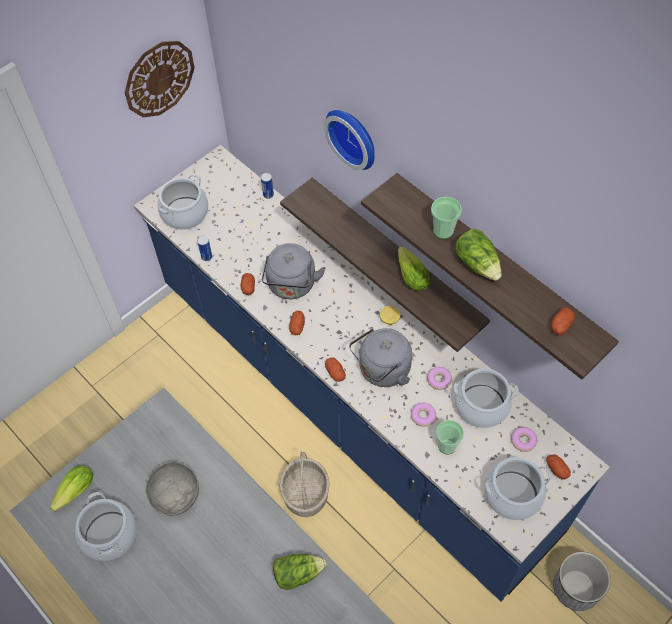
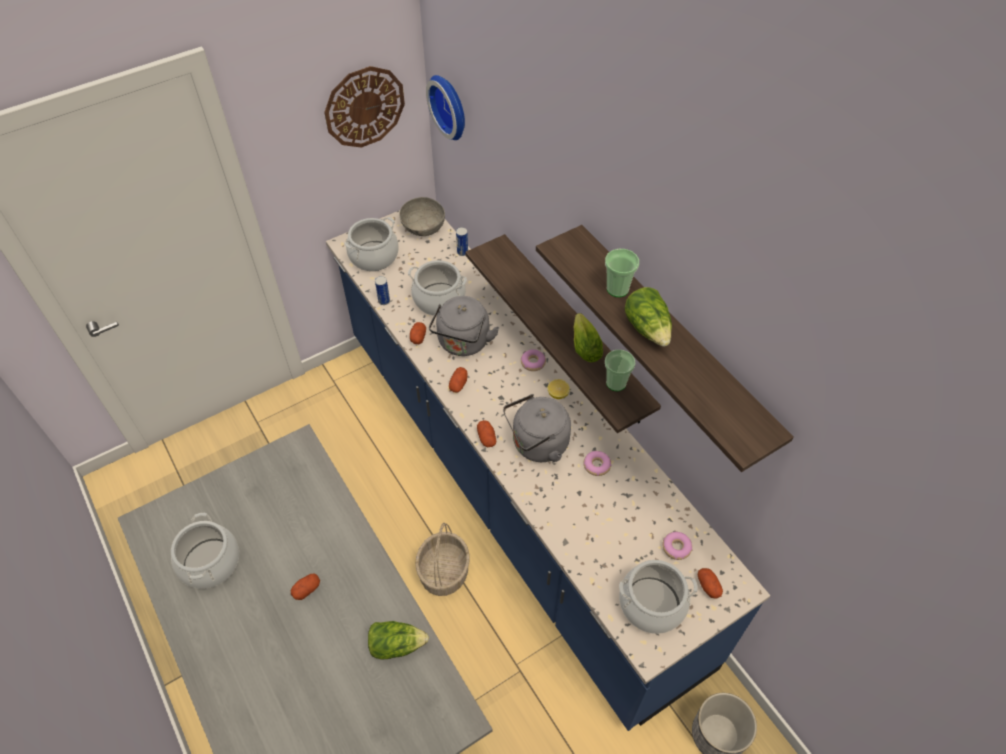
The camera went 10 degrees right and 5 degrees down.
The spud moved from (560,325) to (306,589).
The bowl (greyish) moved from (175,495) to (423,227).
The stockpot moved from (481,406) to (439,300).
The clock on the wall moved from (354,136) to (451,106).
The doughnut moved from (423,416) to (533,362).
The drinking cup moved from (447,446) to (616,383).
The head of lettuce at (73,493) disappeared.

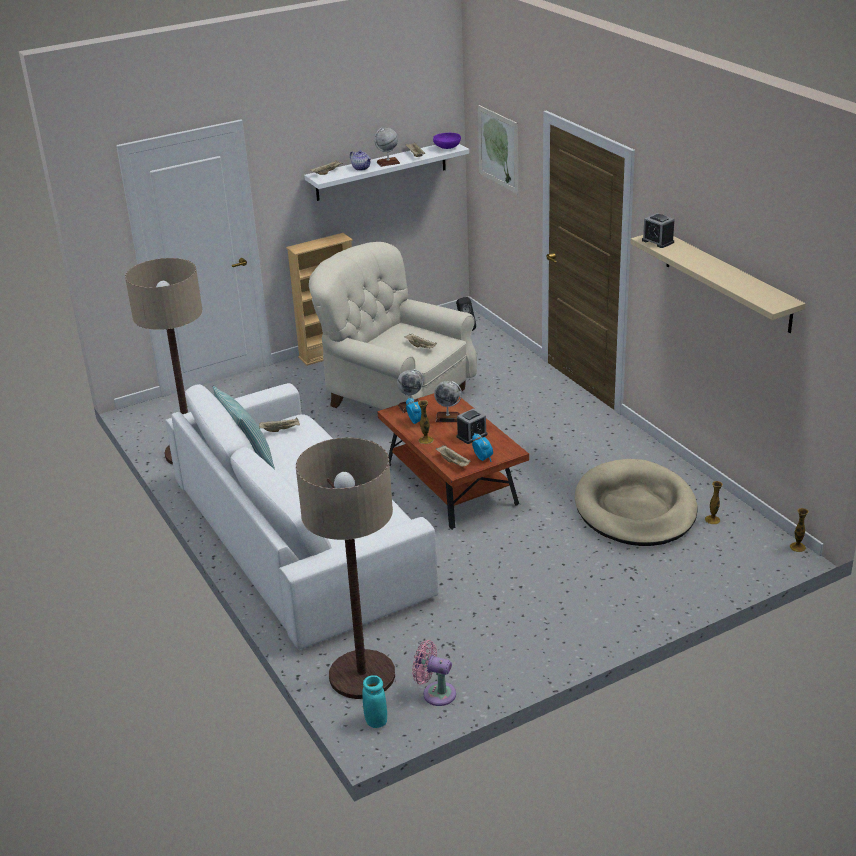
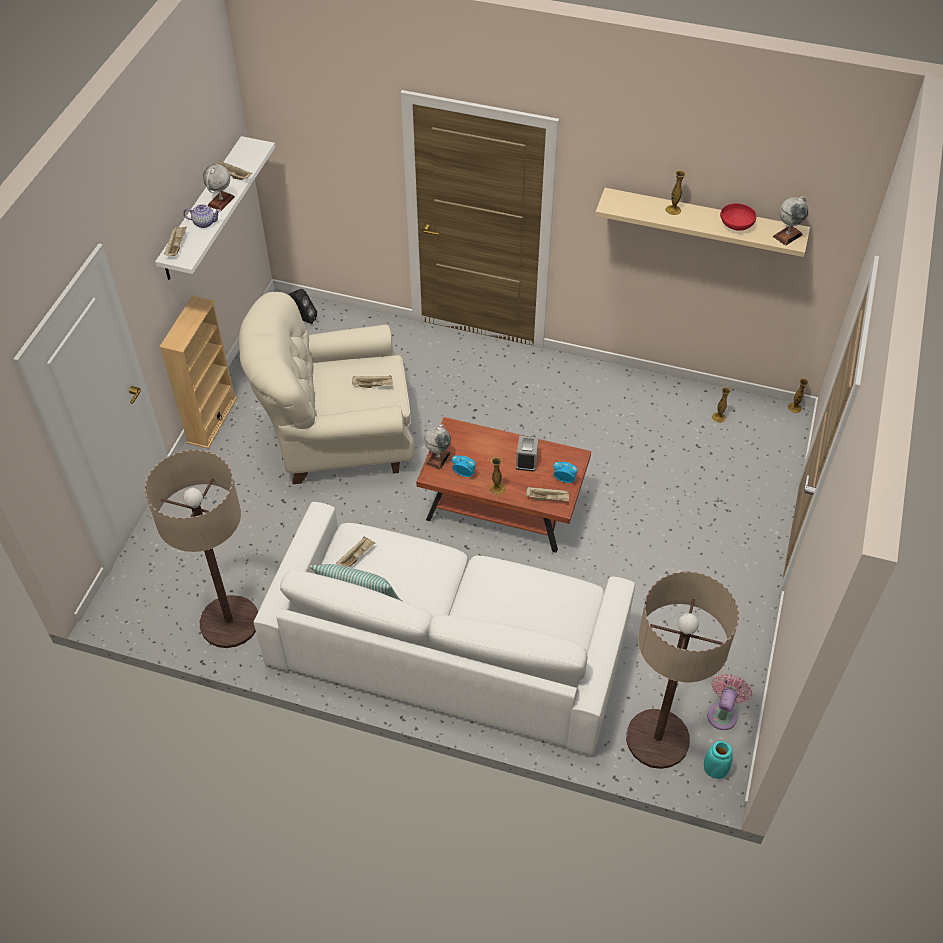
The camera went 45 degrees left and 20 degrees up.
The vase at (673,210) appeared.
The electric fan (pinkish) at (436,693) turned 135 degrees clockwise.
The bowl (red-coloured) at (735,225) appeared.
The desk globe moved from (448,417) to (787,235).
The bowl (purple-coloured) at (447,148) disappeared.
The picture at (498,149) disappeared.
The dog bed (sand-coloured) at (635,509) disappeared.
The alarm clock at (658,241) disappeared.

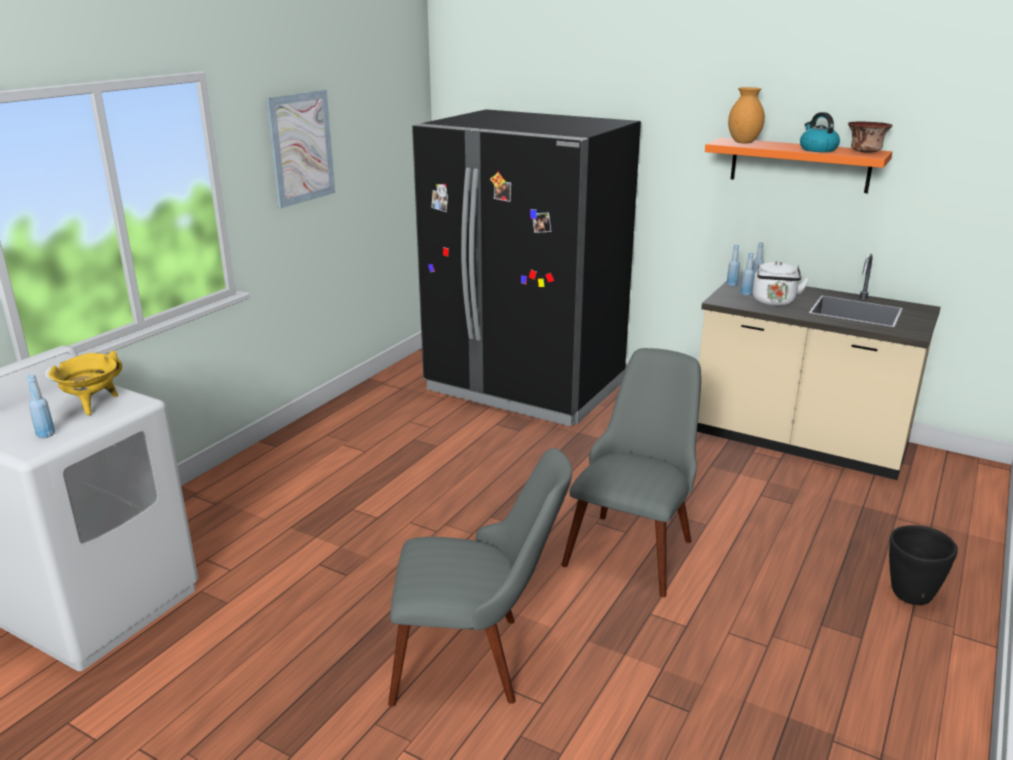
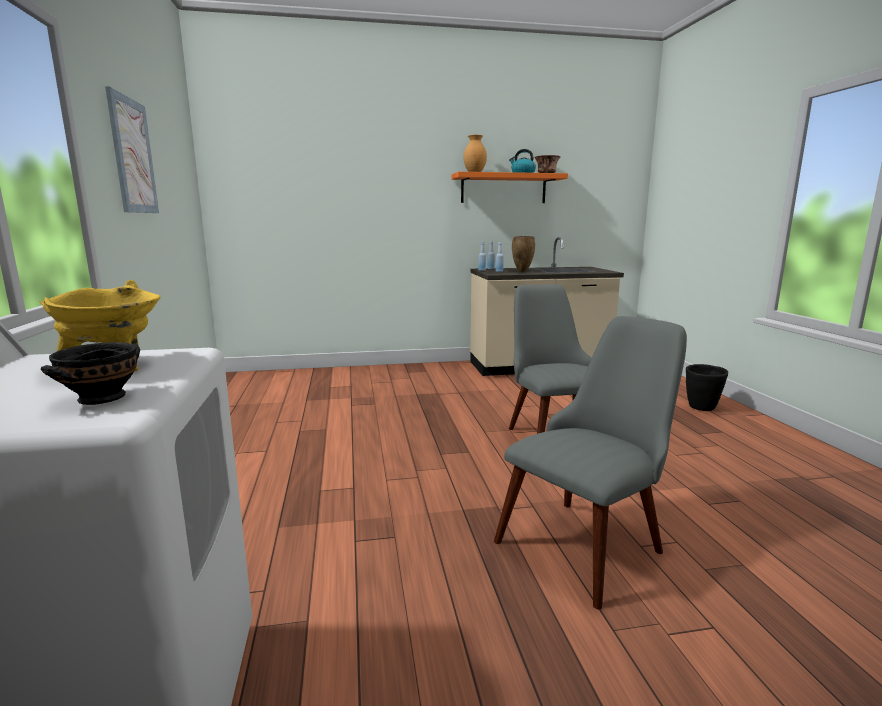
The camera went 40 degrees left and 10 degrees down.
The bottle (bluish) at (46,435) was replaced by the bowl (black) at (99,398).
The kettle (white-coloured) at (774,302) was replaced by the vase (brown) at (522,272).
The kitchen fridge (black) at (525,387) disappeared.

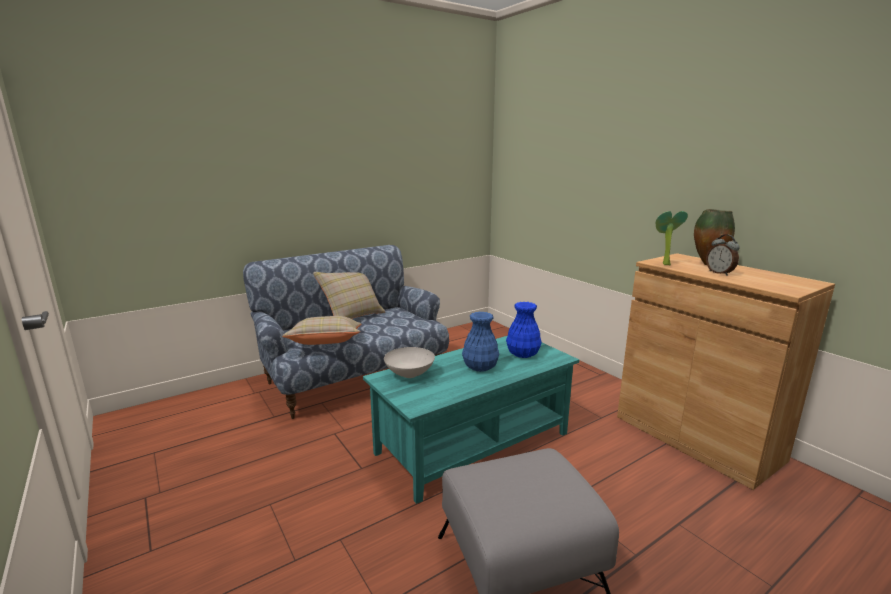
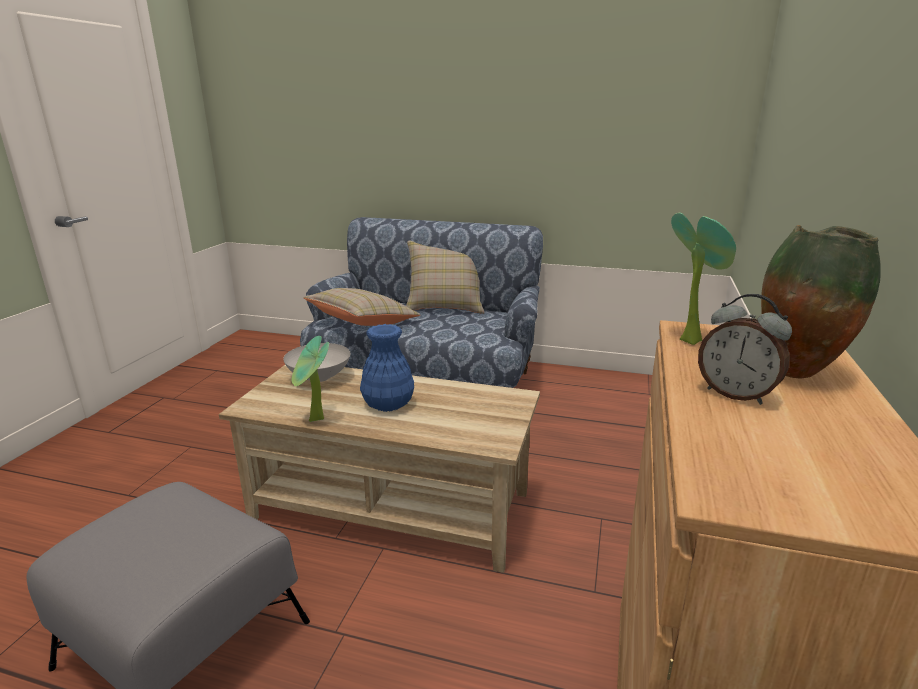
The camera went 50 degrees right and 5 degrees up.
The lounge table (blue-green) at (473,443) became the lounge table (sand-coloured) at (392,505).
The plant in a pot at (315,421) appeared.
The alarm clock at (720,273) turned 75 degrees counterclockwise.
The vase (bluish) at (523,354) disappeared.

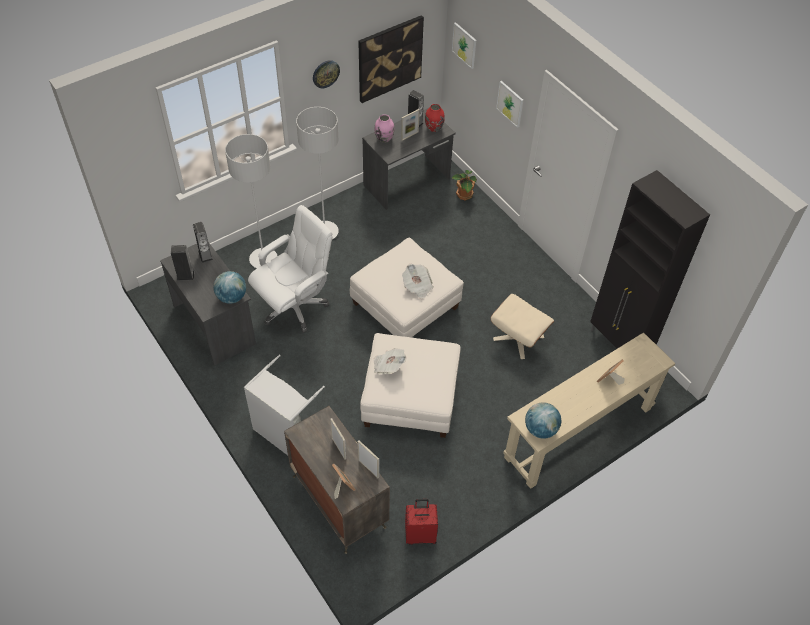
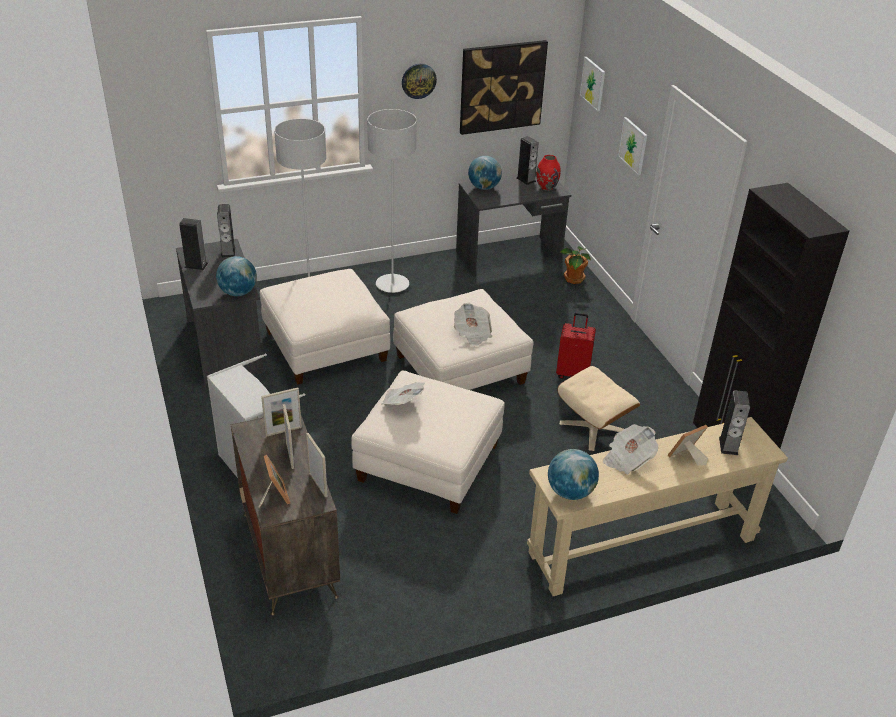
The camera went 15 degrees right and 15 degrees down.
The office chair (white-coloured) at (295,306) was replaced by the ottoman (white-coloured) at (326,346).
The picture frame moved from (409,136) to (283,431).
The vase (pinkish) at (384,139) was replaced by the desk globe at (484,187).
The suitcase (red-coloured) moved from (420,534) to (573,373).
The daily paper at (627,459) appeared.
The speaker at (728,446) appeared.

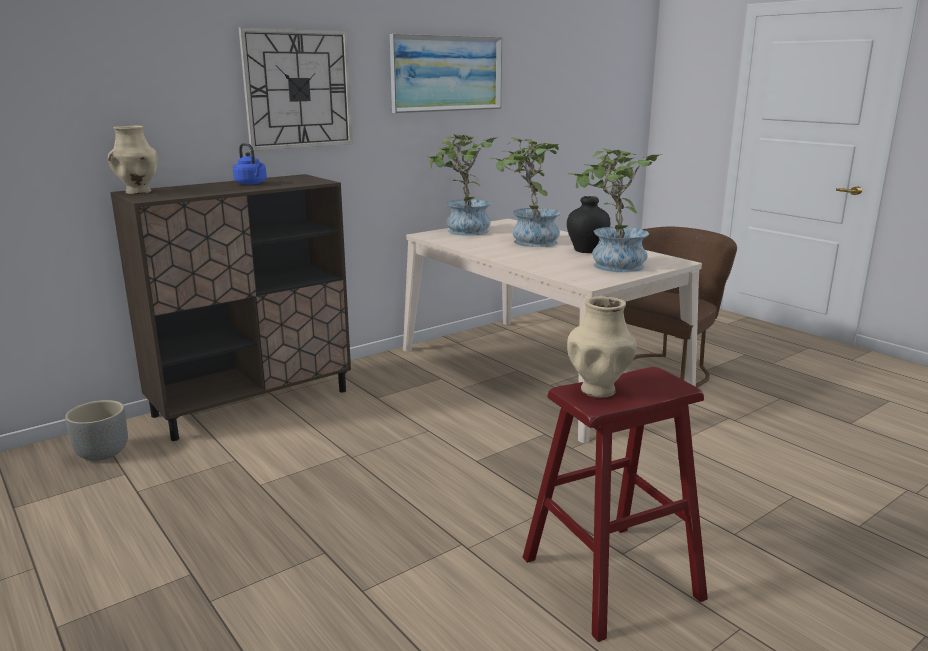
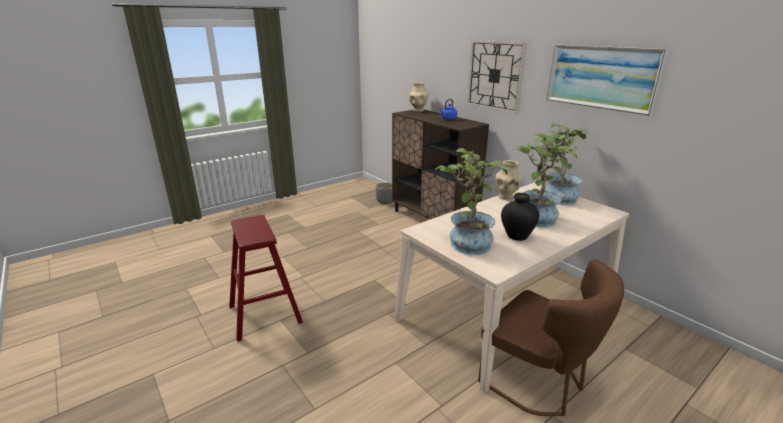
The camera went 90 degrees right and 5 degrees up.
The vase (sand-coloured) moved from (598,390) to (506,197).

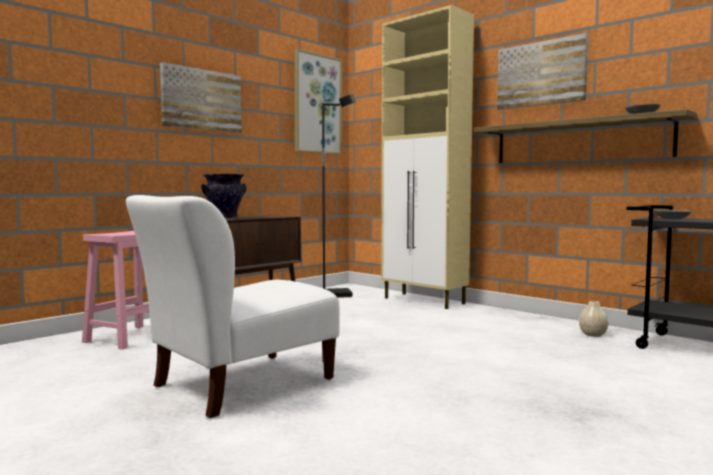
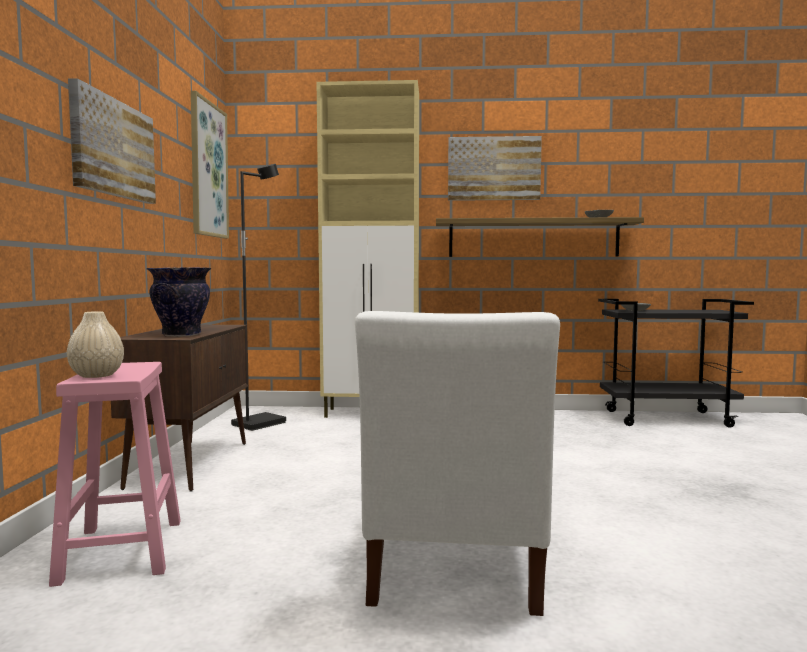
The camera went 40 degrees left and 0 degrees up.
The vase (sand-coloured) moved from (593,335) to (97,375).

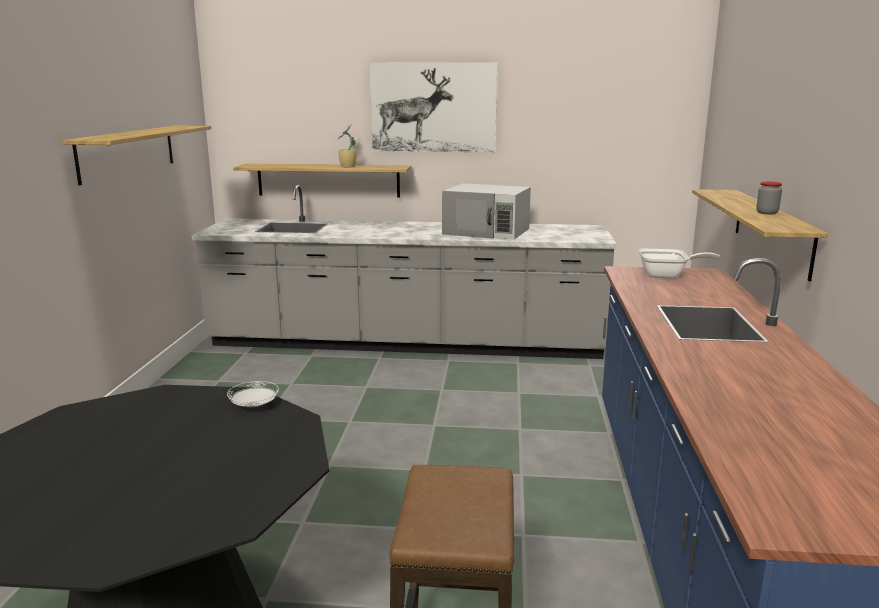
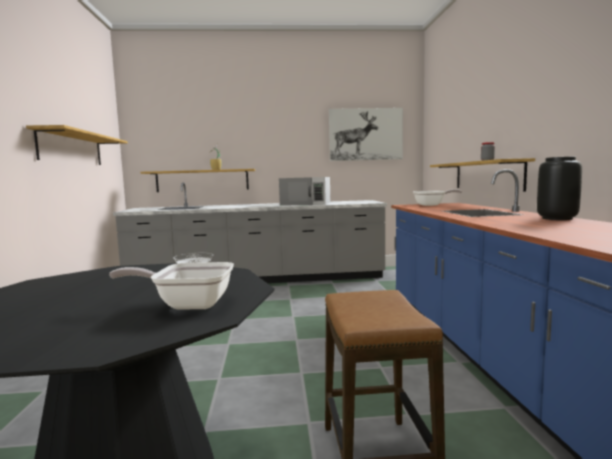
The camera went 10 degrees left and 10 degrees down.
The pan at (187,304) appeared.
The picture moved from (433,107) to (365,134).
The vase (black) at (558,218) appeared.

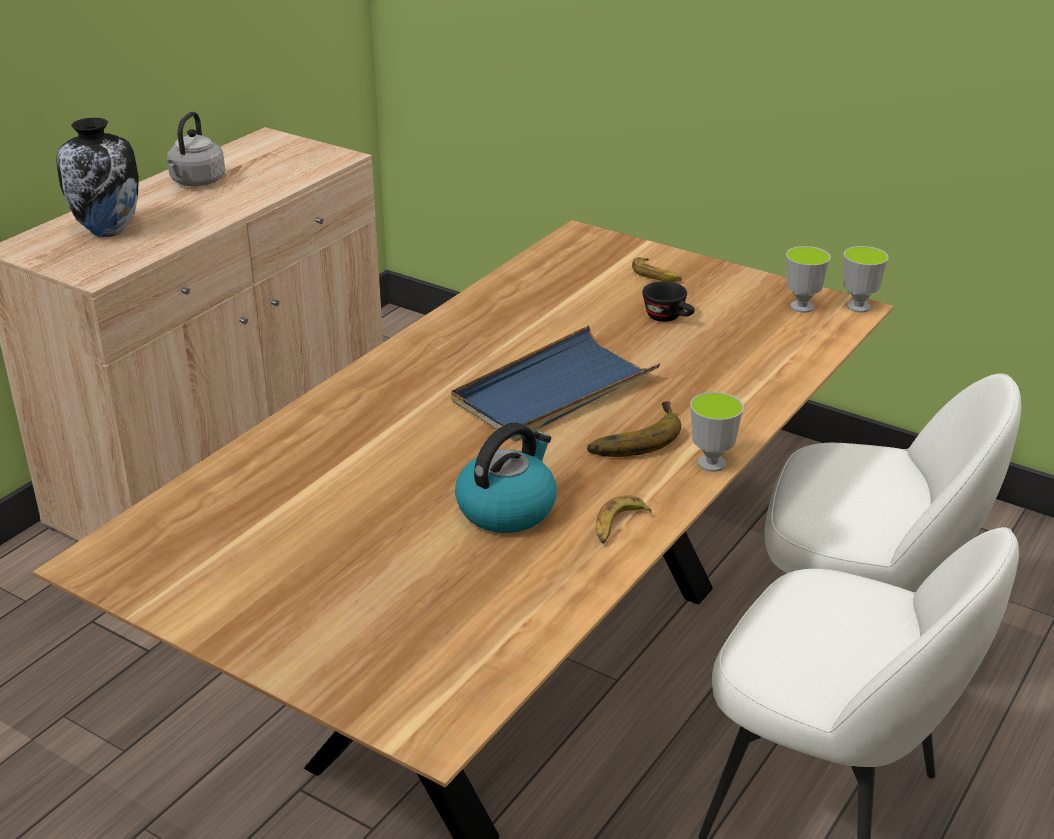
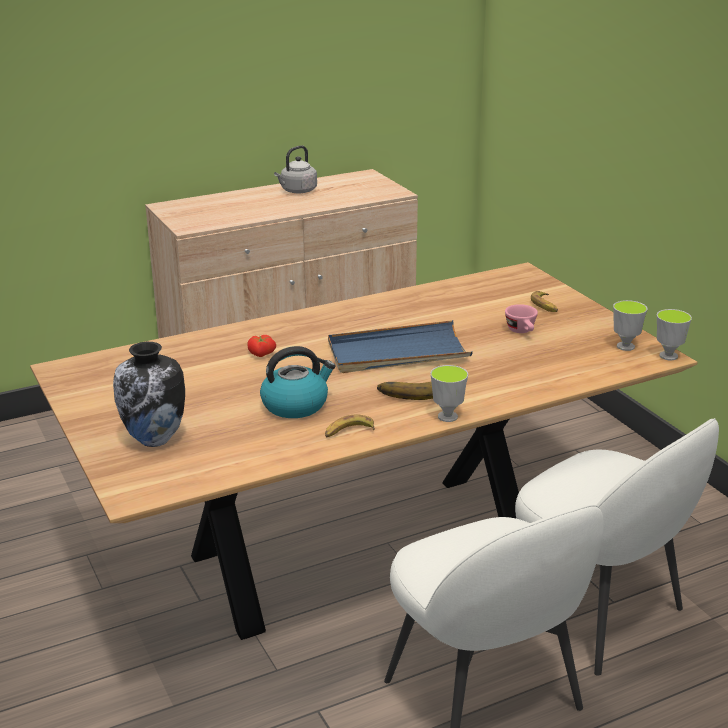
The camera went 30 degrees right and 5 degrees down.
The vase moved from (109,230) to (155,440).
The tomato at (261,354) appeared.
The drinking cup (black) at (669,318) became the drinking cup (pinkish) at (522,331).

